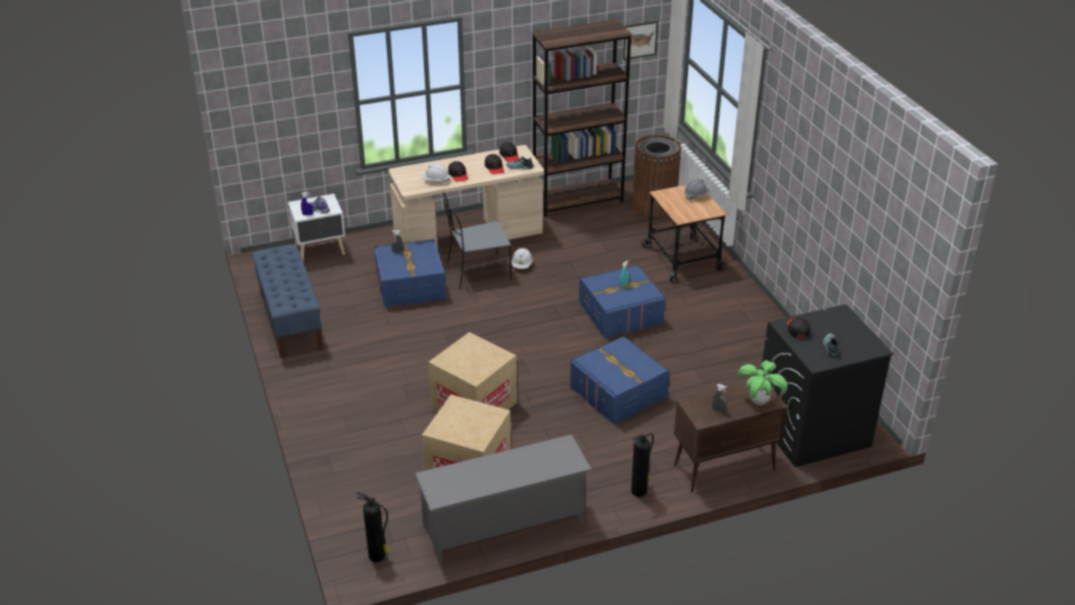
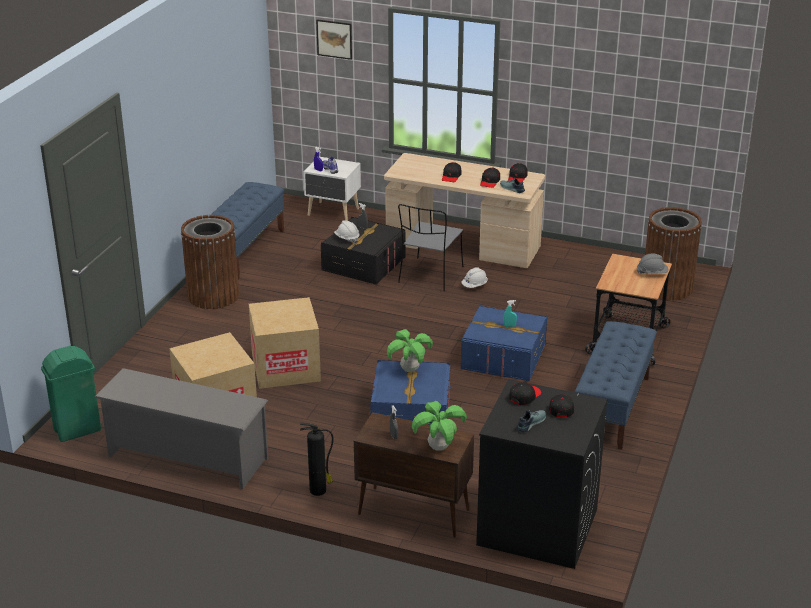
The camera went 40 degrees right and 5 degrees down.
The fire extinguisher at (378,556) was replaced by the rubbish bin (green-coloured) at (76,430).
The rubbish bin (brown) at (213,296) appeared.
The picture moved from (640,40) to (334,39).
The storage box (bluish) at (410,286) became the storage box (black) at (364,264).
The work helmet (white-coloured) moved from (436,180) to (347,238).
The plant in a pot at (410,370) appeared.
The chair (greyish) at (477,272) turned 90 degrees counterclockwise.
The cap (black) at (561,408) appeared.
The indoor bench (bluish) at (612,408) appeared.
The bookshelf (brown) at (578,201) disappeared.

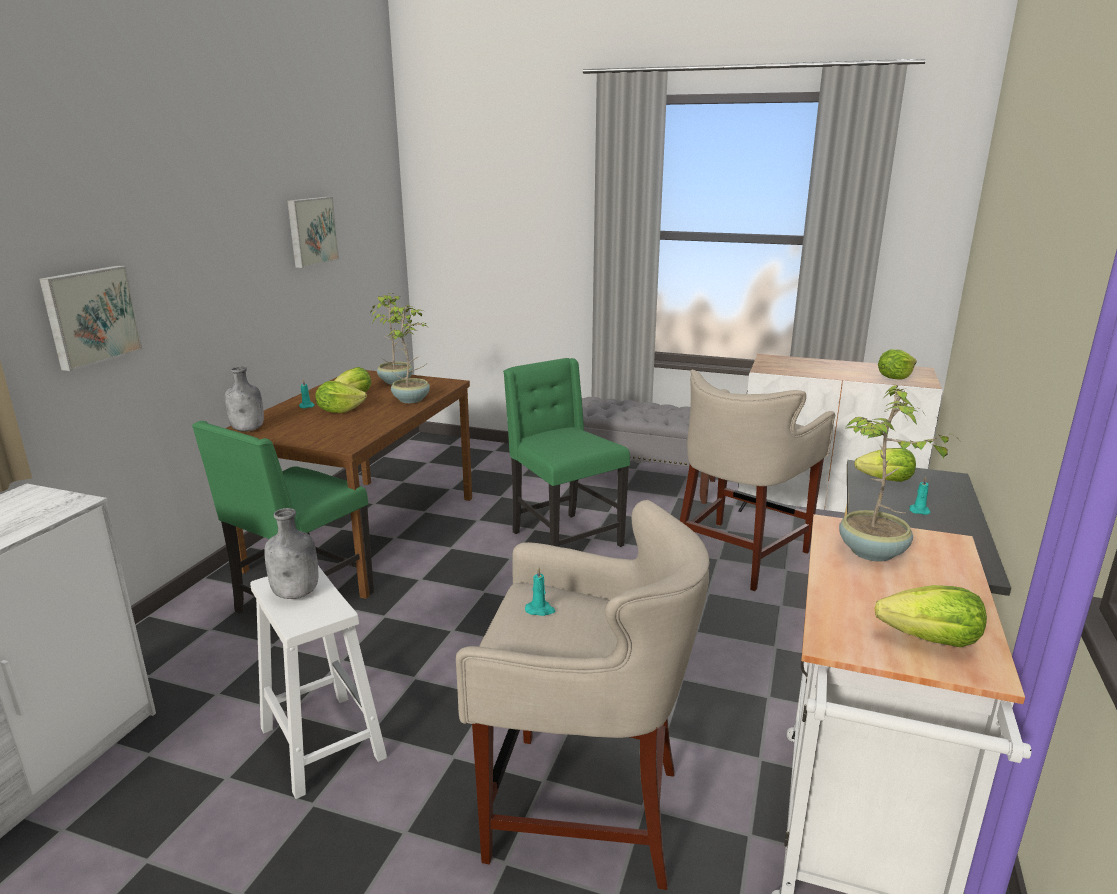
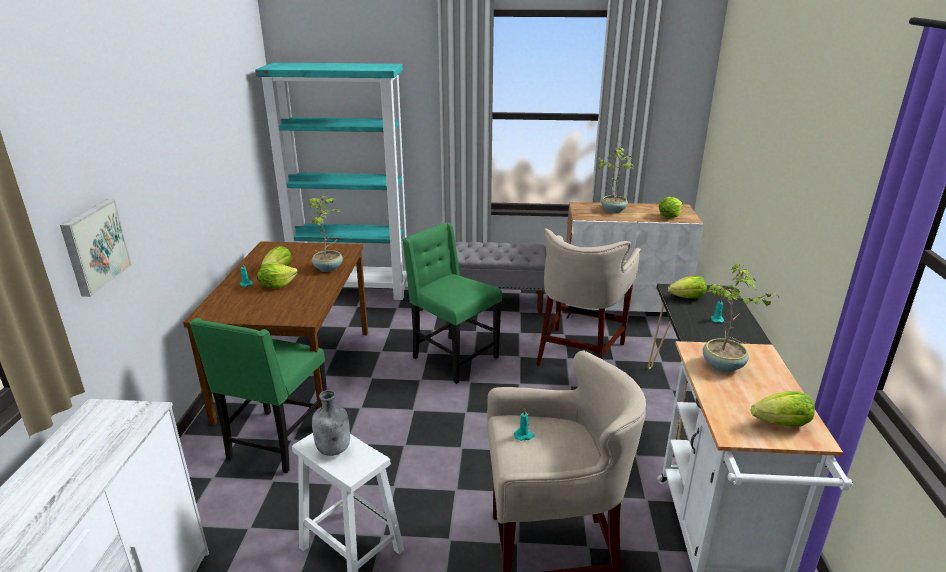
The camera went 15 degrees left and 5 degrees up.
The bookshelf (blue-green) at (353,289) appeared.
The plant in a pot moved from (396,381) to (613,210).
The bottle (greyish) at (249,429) disappeared.
The picture at (311,231) disappeared.

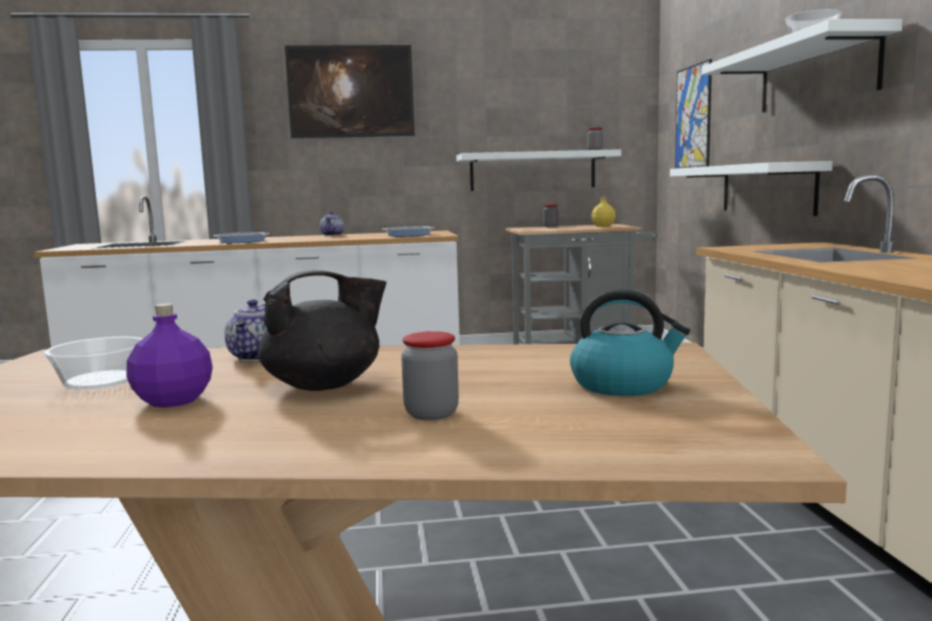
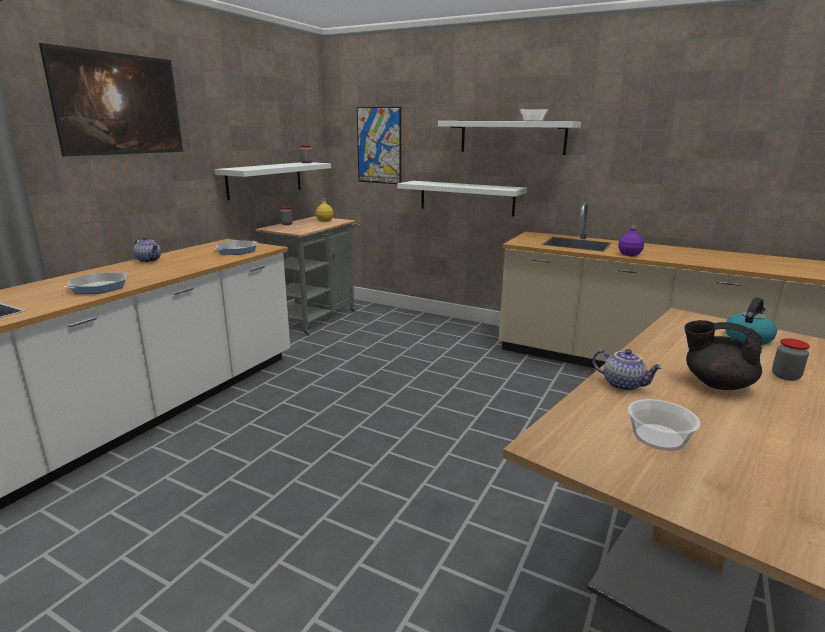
The camera went 55 degrees left and 10 degrees up.
The bottle (purple-coloured) moved from (174,401) to (629,254).
The teapot (black) at (325,385) turned 75 degrees counterclockwise.

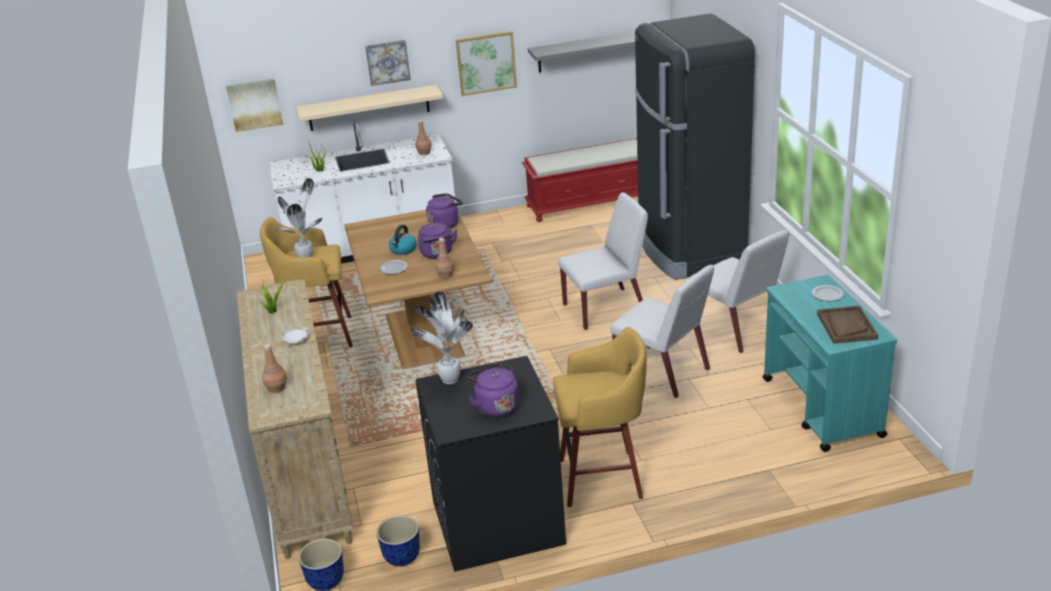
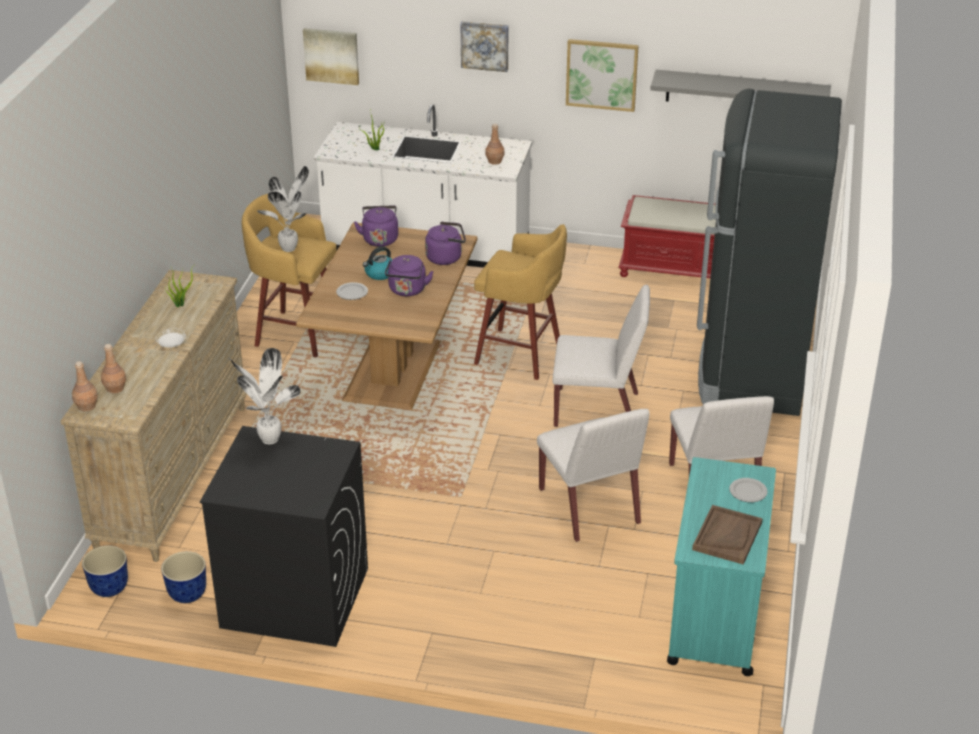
The camera went 25 degrees right and 5 degrees up.
The bottle (brown) moved from (446,275) to (87,406).
The kettle (purple-coloured) moved from (496,406) to (380,239).
The stool seat (yellow) moved from (603,478) to (521,355).
The shelf (sand-coloured) at (369,108) disappeared.

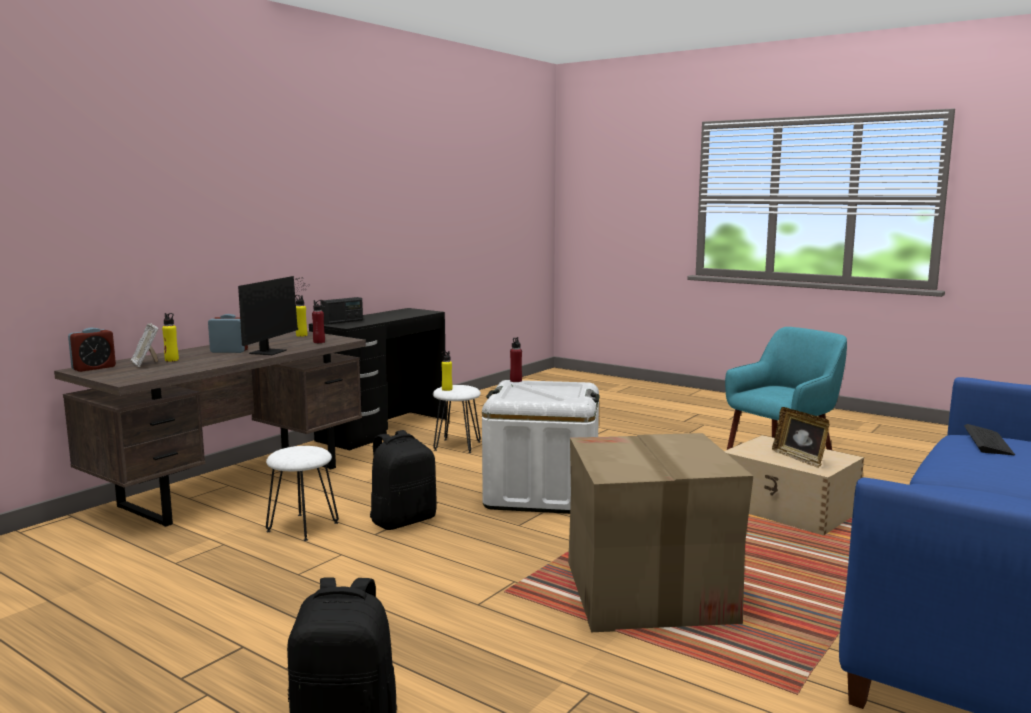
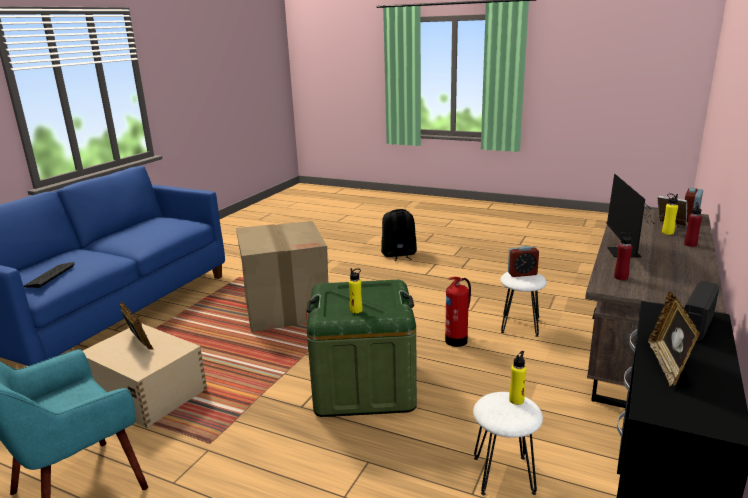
The camera went 170 degrees right and 10 degrees up.
The storage box (white-coloured) at (542,493) became the storage box (green-coloured) at (364,386).
The bottle (yellow) moved from (301,335) to (356,310).
The knapsack (black) at (403,520) was replaced by the fire extinguisher at (457,340).
The alarm clock moved from (229,351) to (522,274).
The picture frame at (668,364) appeared.
The bottle (red-coloured) moved from (516,381) to (690,244).

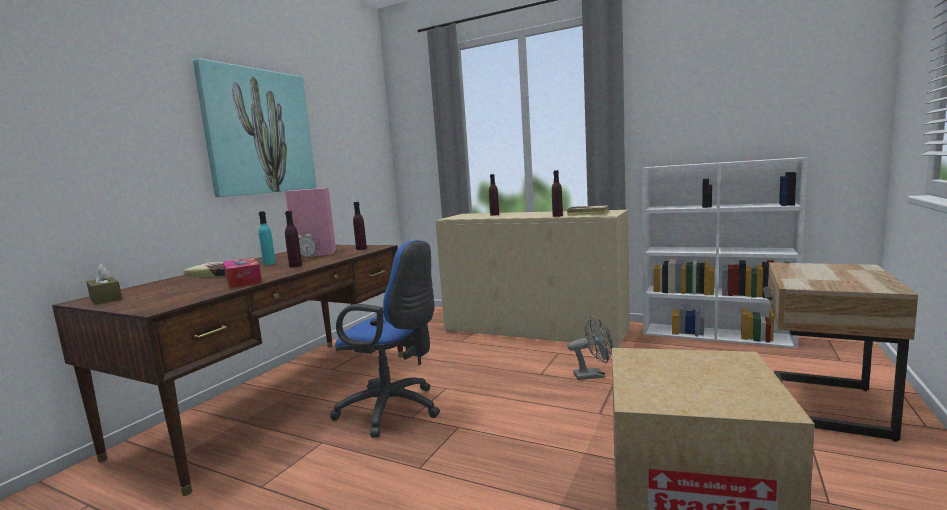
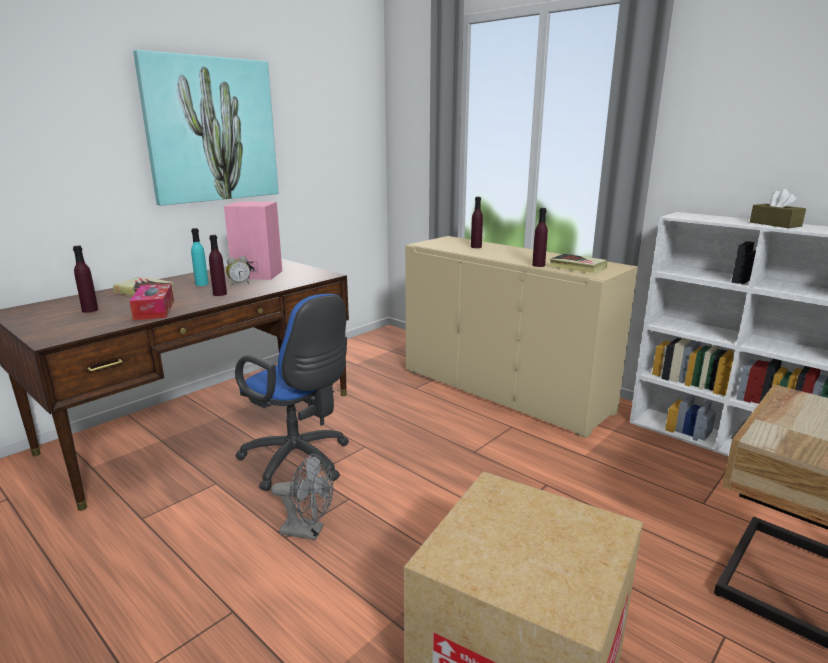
The camera went 15 degrees right and 10 degrees up.
The bottle (purple-coloured) moved from (361,249) to (90,310).
The electric fan (greyish) moved from (593,375) to (308,531).
The tissue box (brown) moved from (105,298) to (775,224).

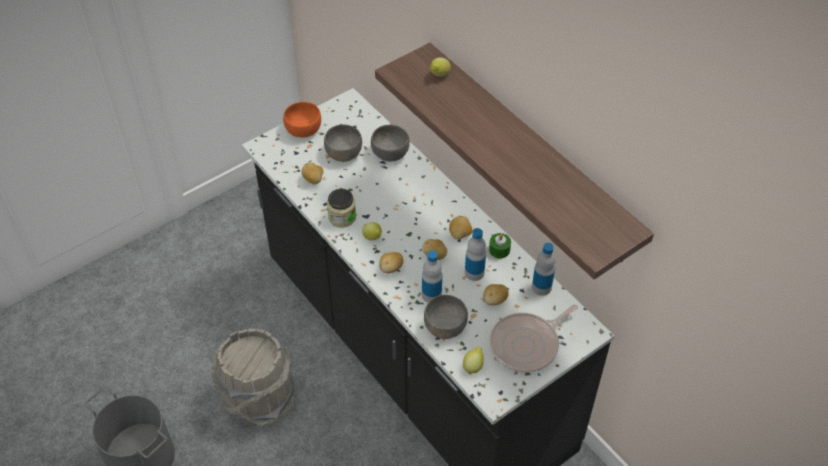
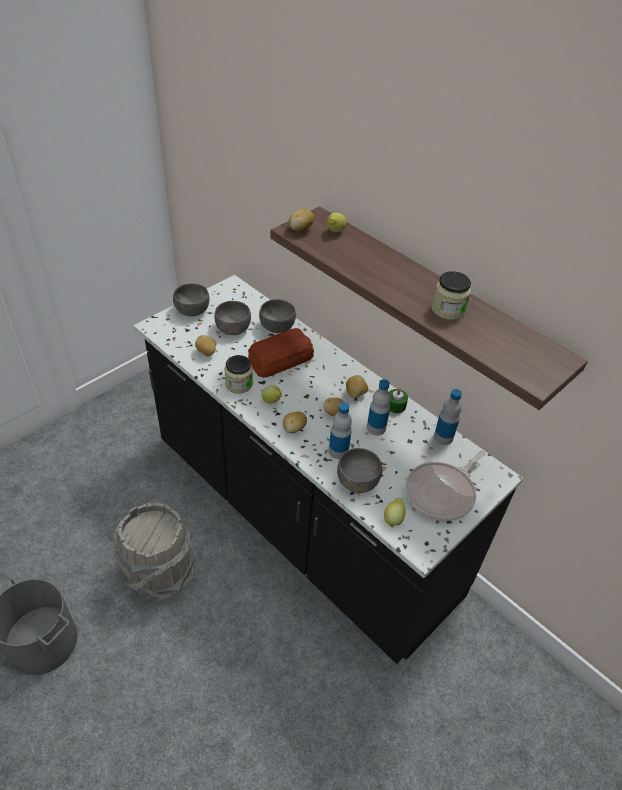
The camera went 10 degrees left and 5 degrees down.
The bowl (orangey) at (304,130) became the bowl (greyish) at (192,310).
The bread at (281,359) appeared.
The spud moved from (494,300) to (300,229).
The preserve jar at (448,309) appeared.

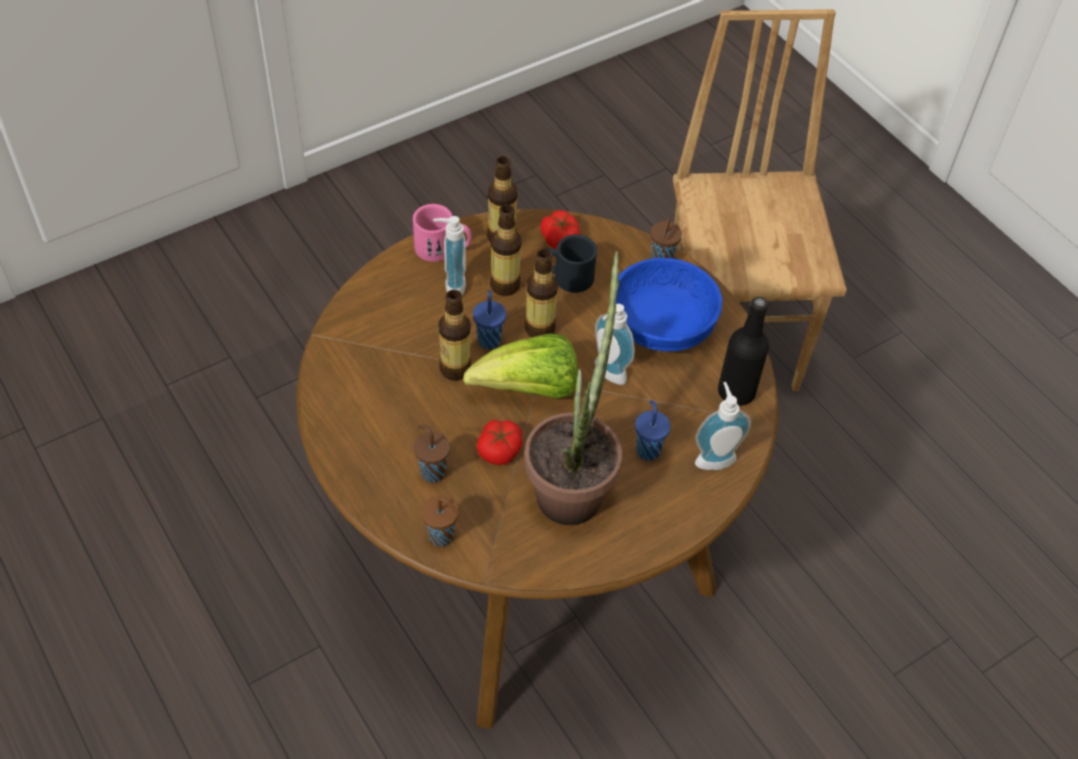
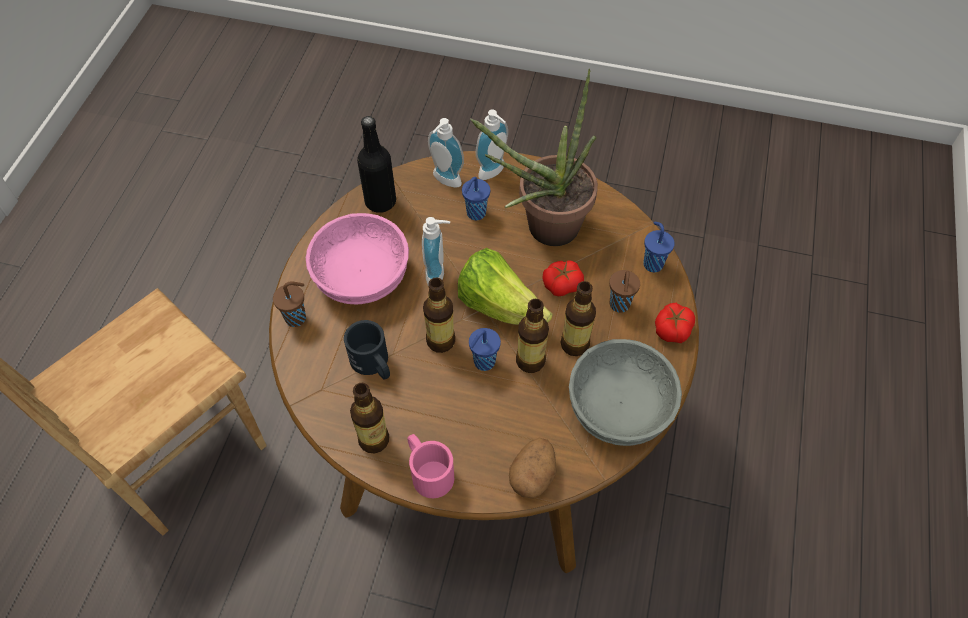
The camera went 130 degrees left and 5 degrees up.
The bowl (bluish) at (663,325) became the bowl (pinkish) at (360,274).
The soap bottle moved from (450,286) to (494,172).
The spud at (532,475) appeared.
The bottle moved from (505,285) to (574,344).
The bowl (greyish) at (617,406) appeared.
The drinking cup (brown) at (442,537) became the drinking cup (bluish) at (652,263).
The tomato moved from (560,238) to (672,329).

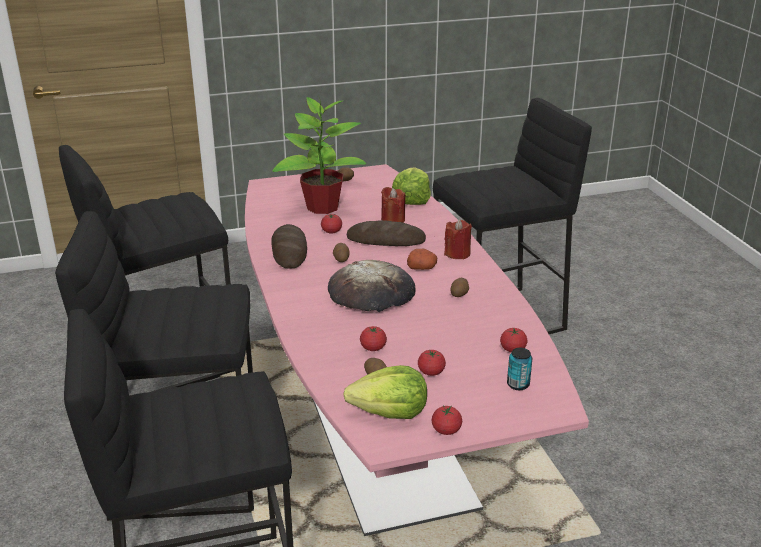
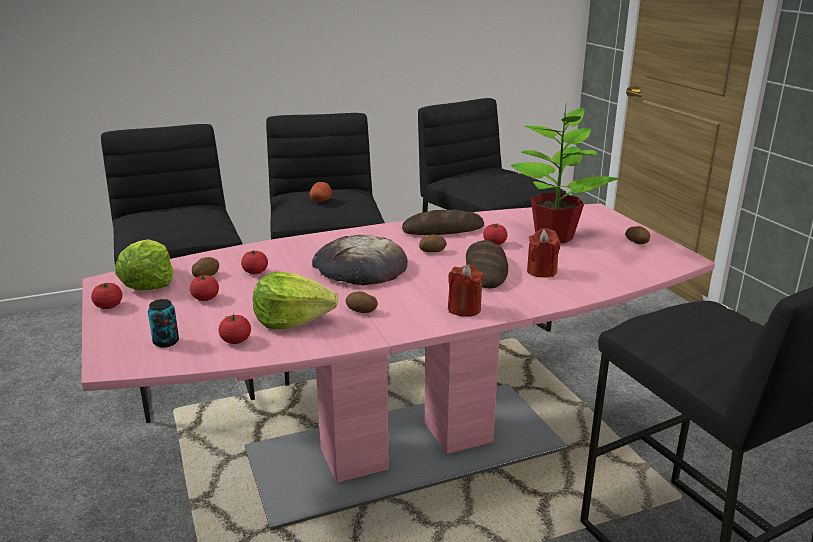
The camera went 85 degrees right and 5 degrees down.
The head of lettuce moved from (411,199) to (292,320).
The spud moved from (422,268) to (321,201).

